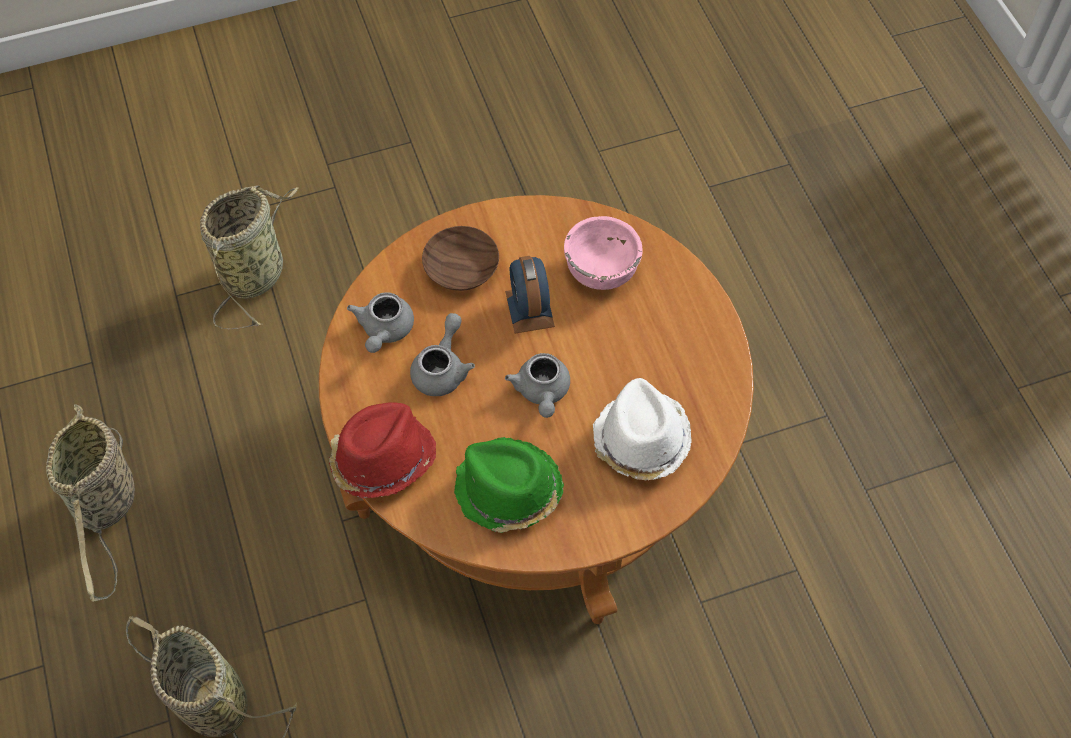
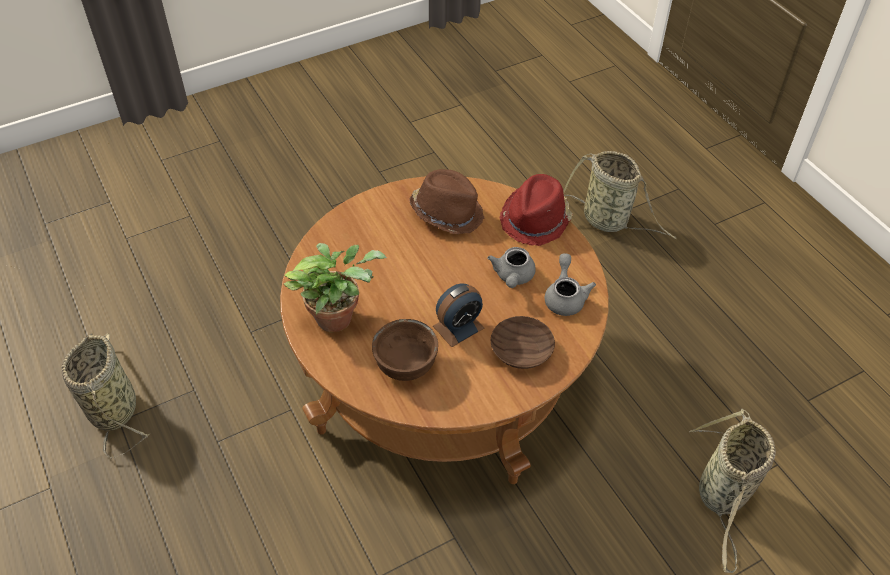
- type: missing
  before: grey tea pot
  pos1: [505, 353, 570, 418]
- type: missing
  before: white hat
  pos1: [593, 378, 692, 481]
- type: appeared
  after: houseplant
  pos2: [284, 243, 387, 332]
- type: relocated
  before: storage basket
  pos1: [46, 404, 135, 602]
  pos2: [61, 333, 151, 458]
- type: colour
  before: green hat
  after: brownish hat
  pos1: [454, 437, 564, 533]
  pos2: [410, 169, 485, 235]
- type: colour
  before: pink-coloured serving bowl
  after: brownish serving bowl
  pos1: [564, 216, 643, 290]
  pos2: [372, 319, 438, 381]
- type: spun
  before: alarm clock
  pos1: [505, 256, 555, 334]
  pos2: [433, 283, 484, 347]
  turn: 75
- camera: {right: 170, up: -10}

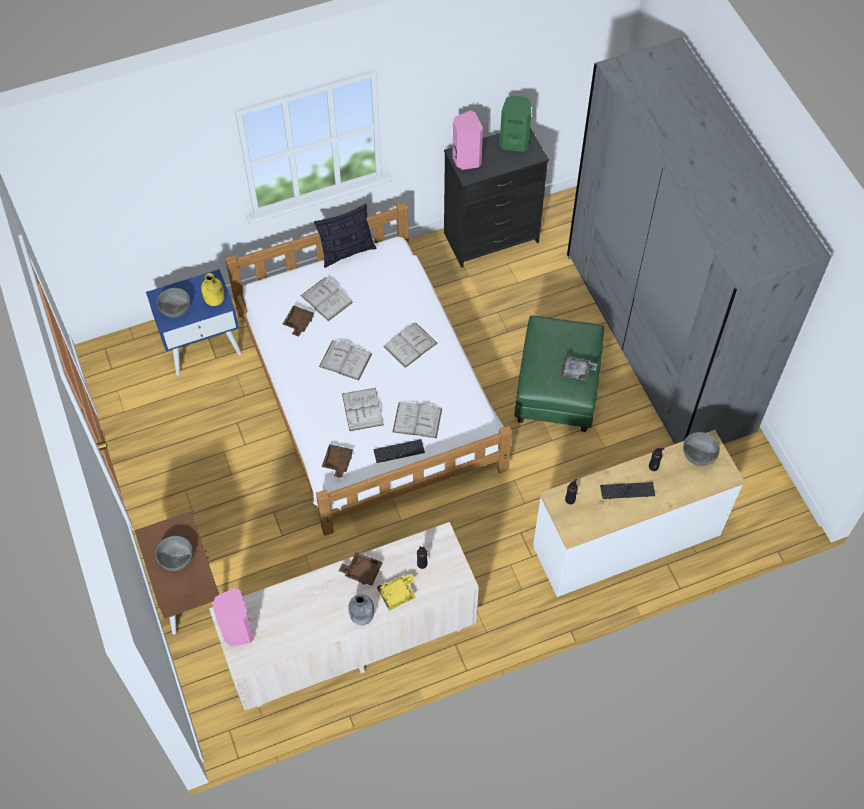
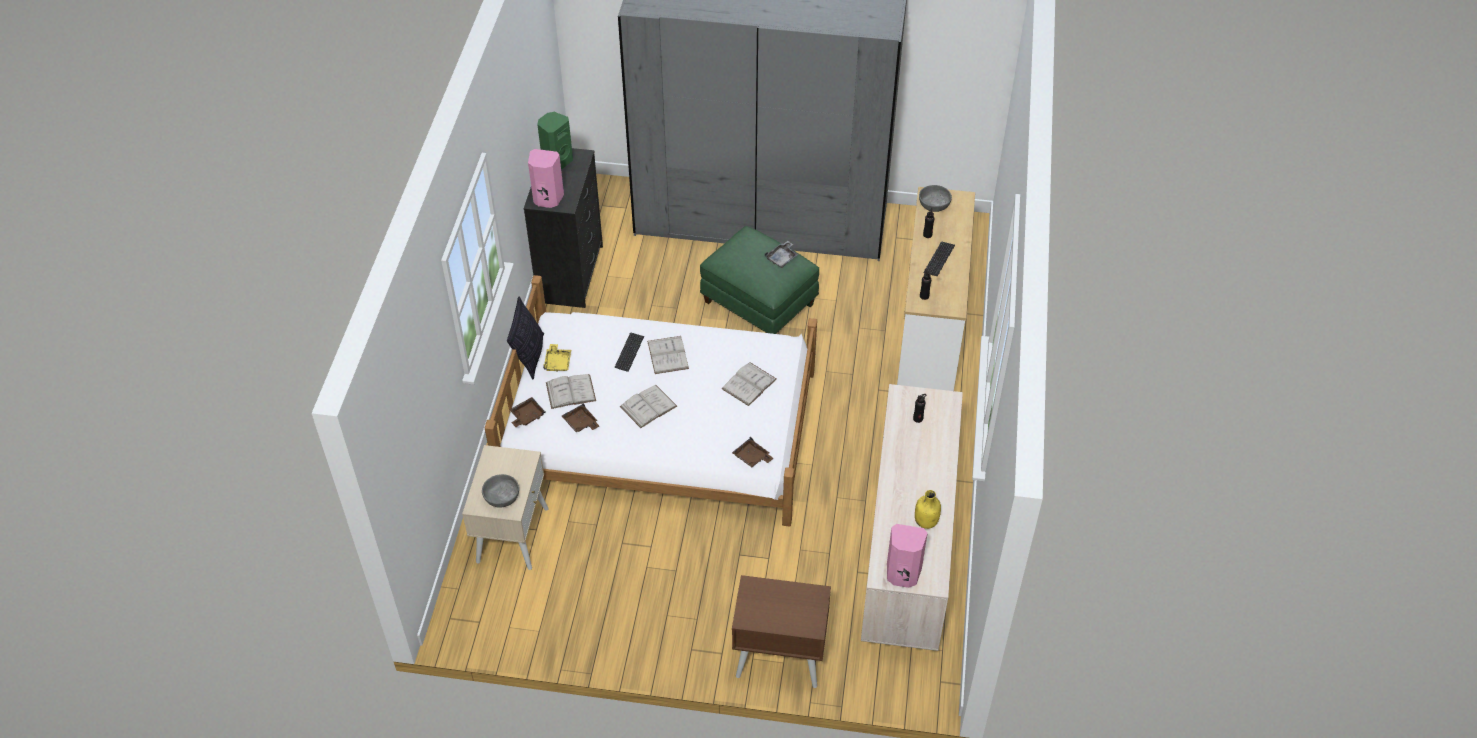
- type: missing
  before: grey serving bowl
  pos1: [156, 536, 193, 571]
- type: missing
  before: white volume
  pos1: [342, 388, 384, 431]
- type: missing
  before: grey bottle
  pos1: [348, 593, 374, 625]
- type: relocated
  before: yellowish bottle
  pos1: [201, 273, 224, 306]
  pos2: [915, 490, 941, 529]
- type: relocated
  before: brownish carrying tray
  pos1: [339, 552, 383, 586]
  pos2: [509, 397, 546, 427]
- type: relocated
  before: keyboard
  pos1: [373, 439, 425, 463]
  pos2: [615, 332, 644, 372]
- type: relocated
  before: yellowish carrying tray
  pos1: [377, 574, 416, 611]
  pos2: [543, 344, 571, 372]
- type: colour
  before: blue-coloured bedside table
  after: beige-coloured bedside table
  pos1: [146, 269, 242, 376]
  pos2: [462, 445, 549, 570]
- camera: {right: -60, up: -10}

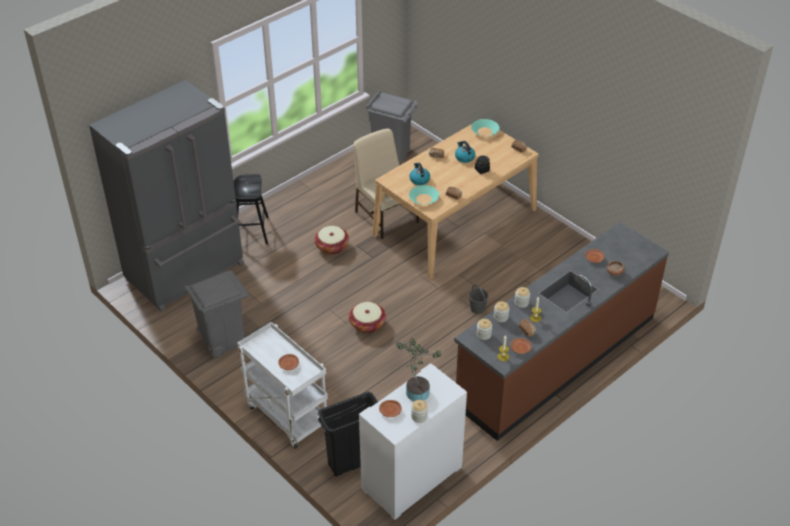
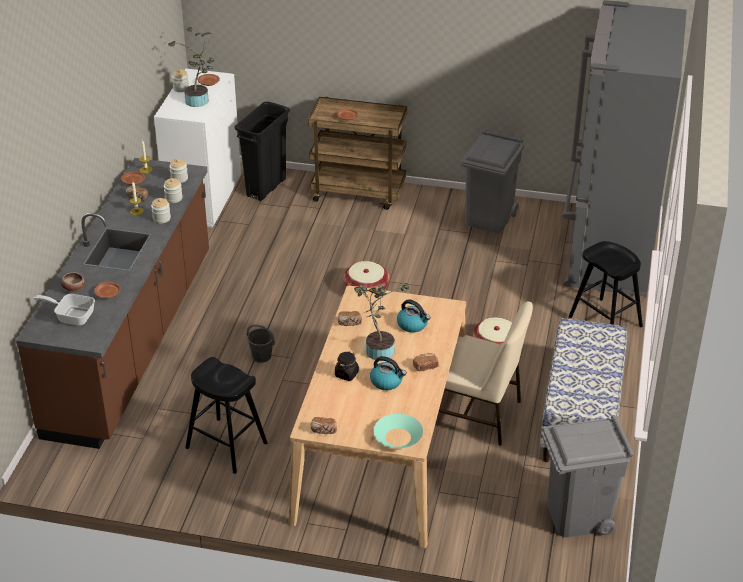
- type: missing
  before: blue-green serving bowl
  pos1: [409, 185, 439, 205]
- type: appeared
  after: pan
  pos2: [34, 294, 95, 326]
- type: appeared
  after: blackish stool seat
  pos2: [185, 357, 268, 474]
- type: appeared
  after: houseplant
  pos2: [354, 283, 409, 360]
- type: appeared
  after: long seat
  pos2: [540, 318, 627, 462]
- type: colour
  before: white trolley
  after: brownish trolley
  pos1: [237, 322, 328, 449]
  pos2: [308, 97, 407, 210]
- camera: {right: 145, up: -5}

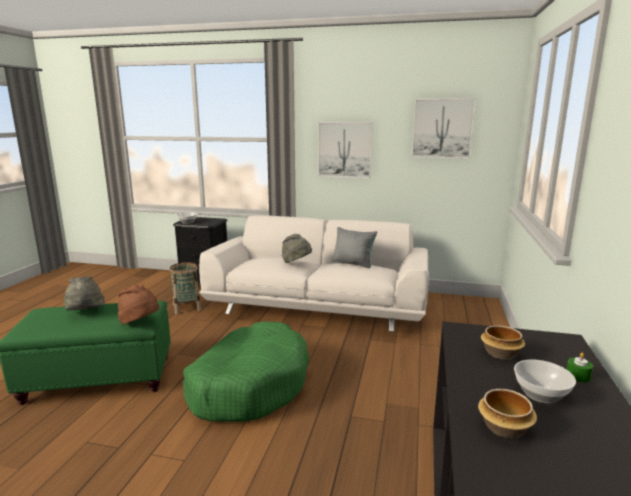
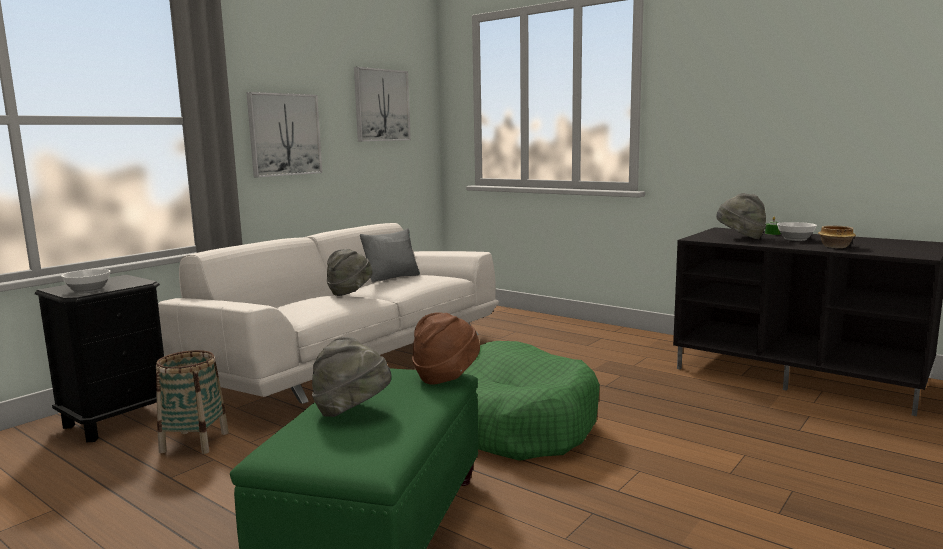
- type: exchanged
  before: serving bowl
  after: grey hat
  pos1: [481, 325, 525, 360]
  pos2: [716, 193, 766, 239]
- camera: {right: -65, up: -5}

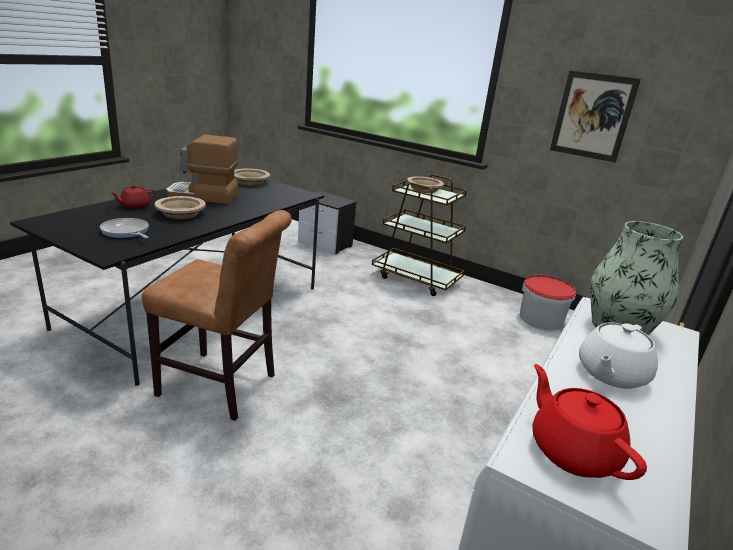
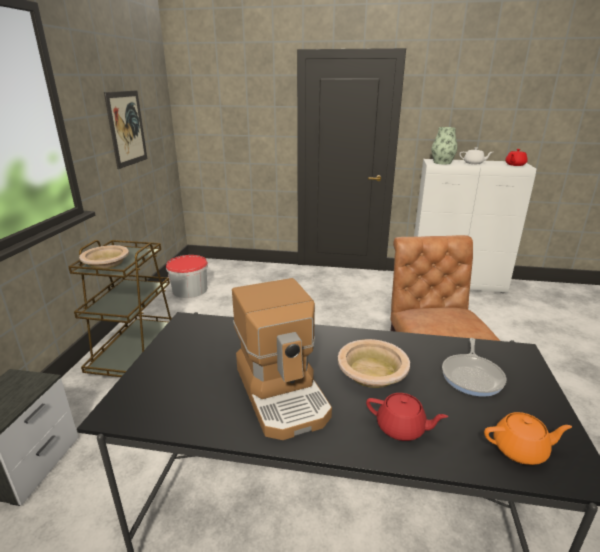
- type: missing
  before: beige-coloured serving bowl
  pos1: [235, 169, 270, 186]
- type: appeared
  after: orange tea pot
  pos2: [484, 412, 572, 465]
- camera: {right: -110, up: 0}

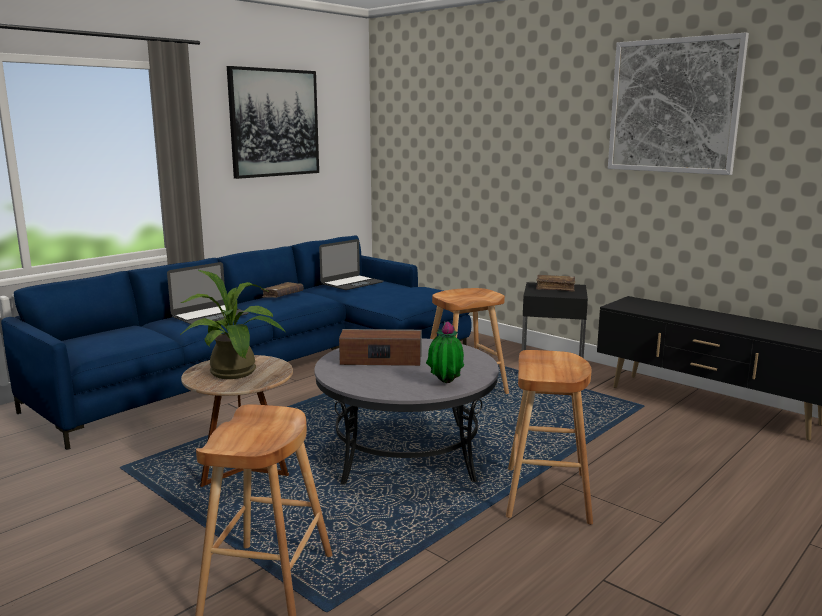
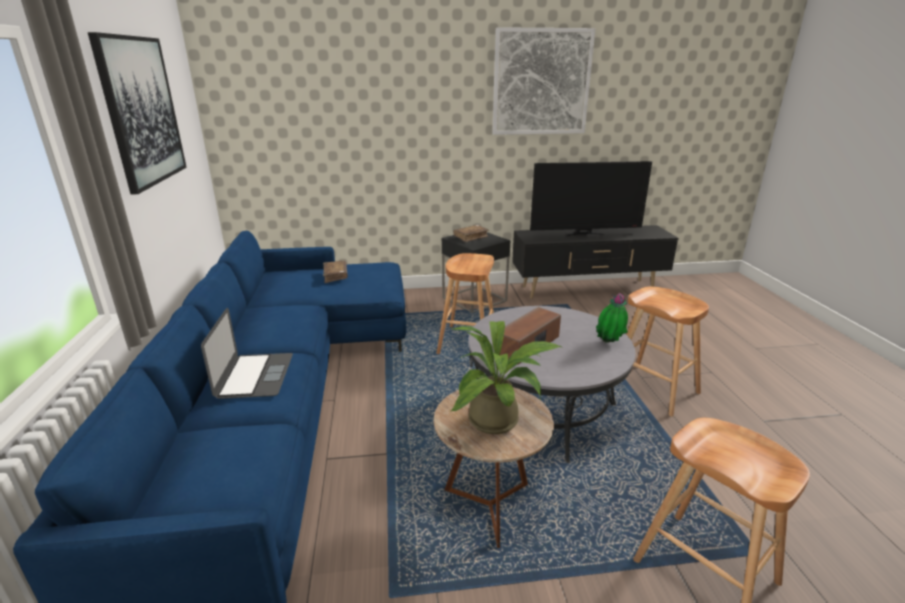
- type: missing
  before: notebook computer
  pos1: [319, 239, 384, 290]
- type: appeared
  after: TV set
  pos2: [530, 161, 652, 236]
- type: relocated
  before: brownish volume
  pos1: [260, 282, 304, 298]
  pos2: [323, 260, 348, 283]
- camera: {right: -50, up: 10}

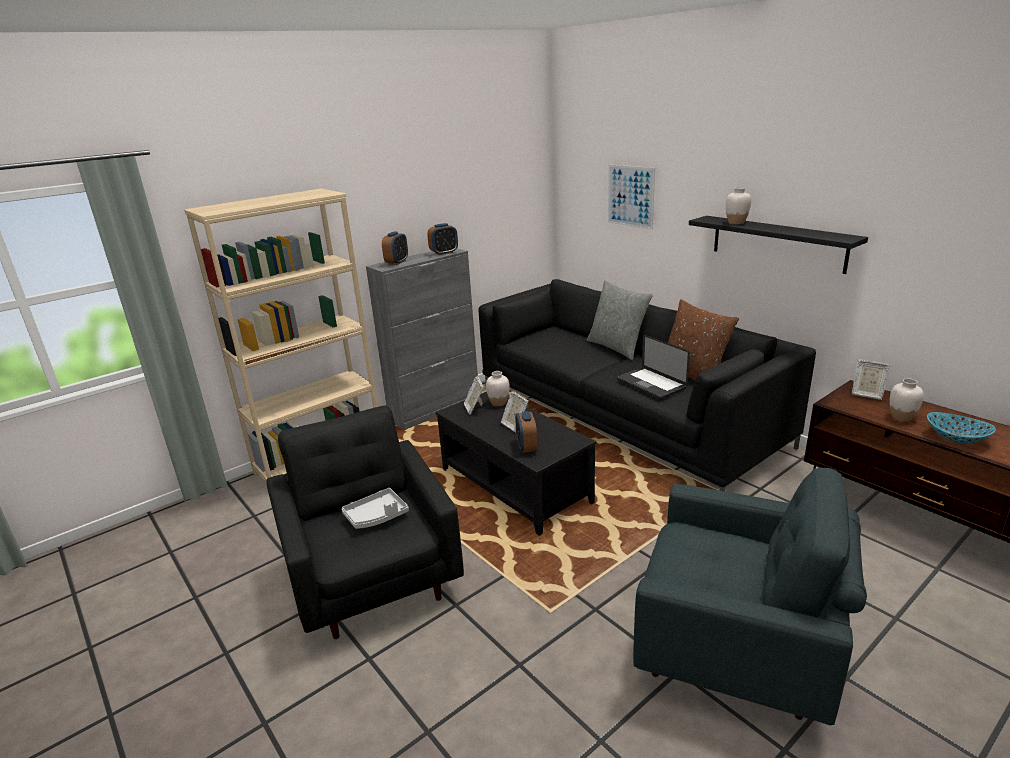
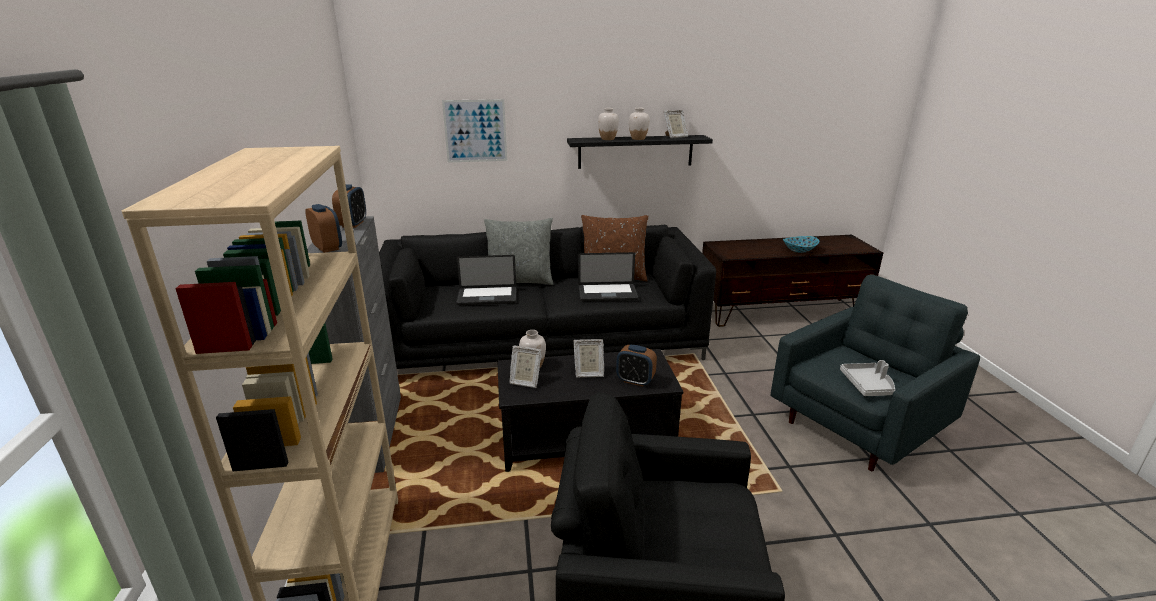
- type: appeared
  after: notebook computer
  pos2: [456, 255, 516, 305]
- type: relocated
  before: grey carrying tray
  pos1: [342, 488, 409, 529]
  pos2: [840, 360, 895, 396]
- type: relocated
  before: standing frame
  pos1: [852, 359, 890, 400]
  pos2: [664, 110, 688, 138]
- type: relocated
  before: white decorative vase
  pos1: [890, 378, 924, 422]
  pos2: [629, 108, 650, 140]
- camera: {right: -60, up: 0}

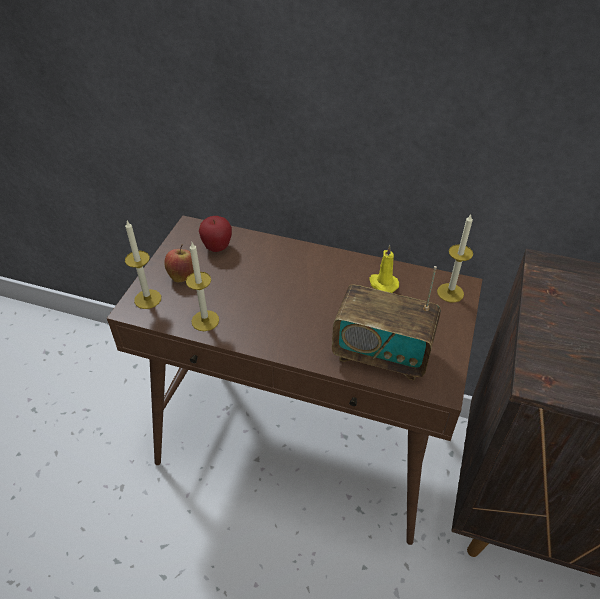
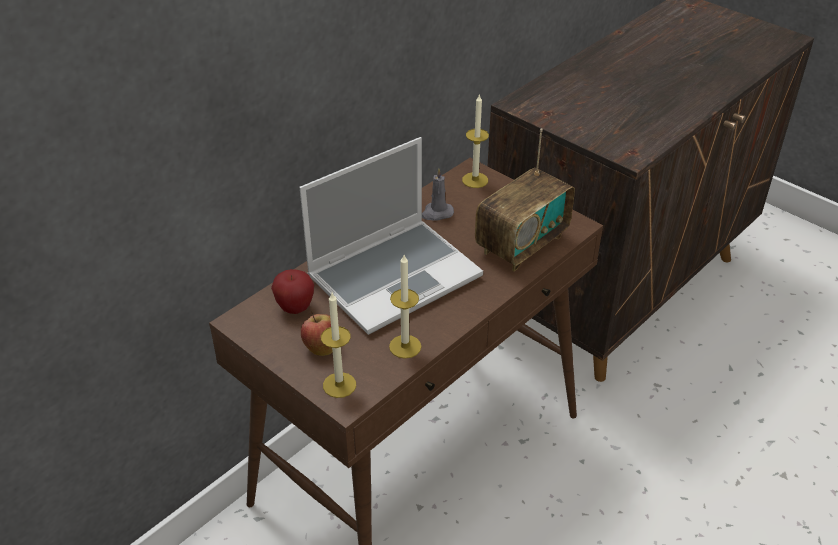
- type: appeared
  after: notebook computer
  pos2: [300, 137, 483, 335]
- type: colour
  before: yellowish wax light
  after: grey wax light
  pos1: [369, 245, 399, 293]
  pos2: [422, 168, 454, 221]
- camera: {right: -65, up: -5}

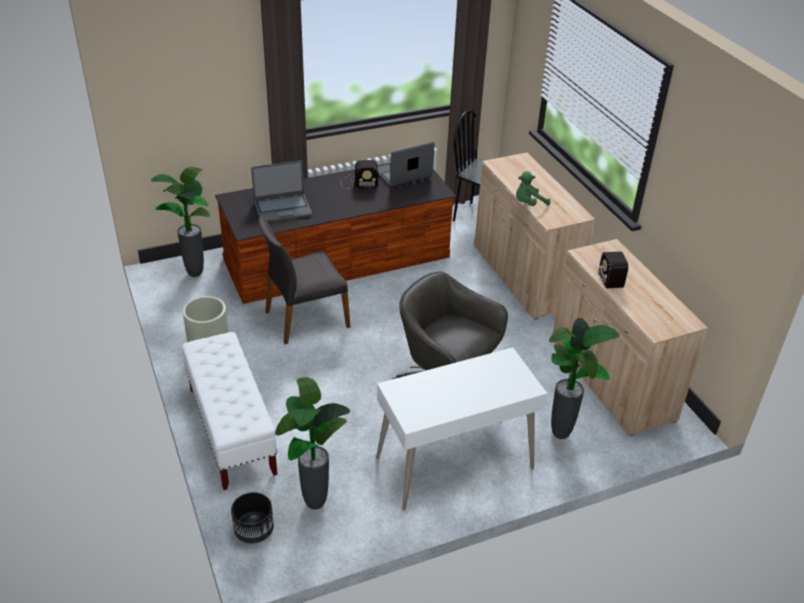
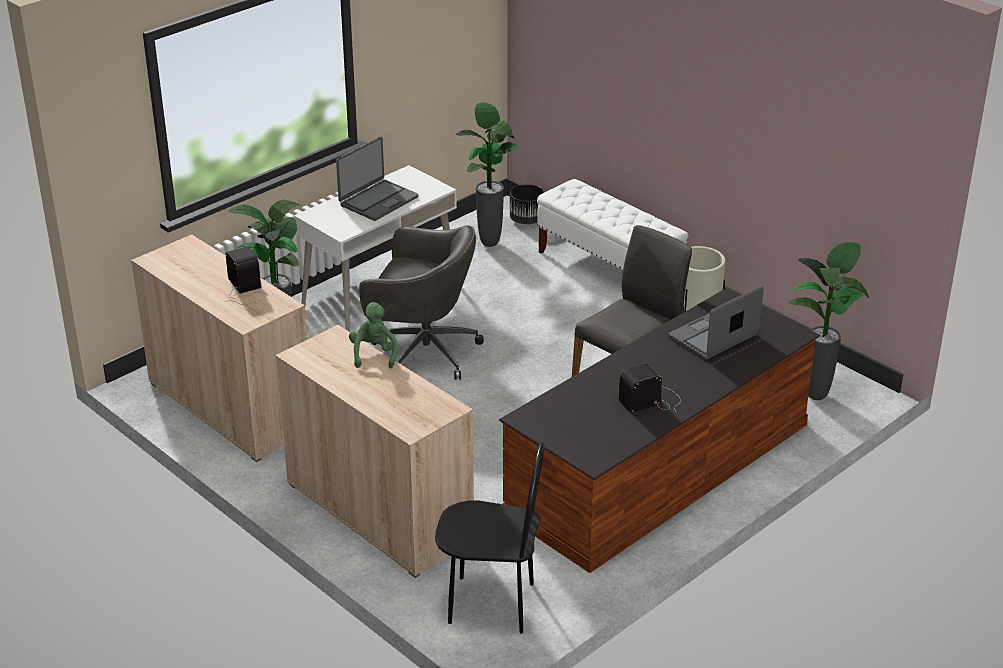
- type: relocated
  before: notebook computer
  pos1: [378, 142, 435, 187]
  pos2: [336, 136, 419, 221]
- type: spun
  before: green plush toy
  pos1: [516, 171, 550, 206]
  pos2: [349, 302, 398, 368]
  turn: -45
- camera: {right: 160, up: -5}

